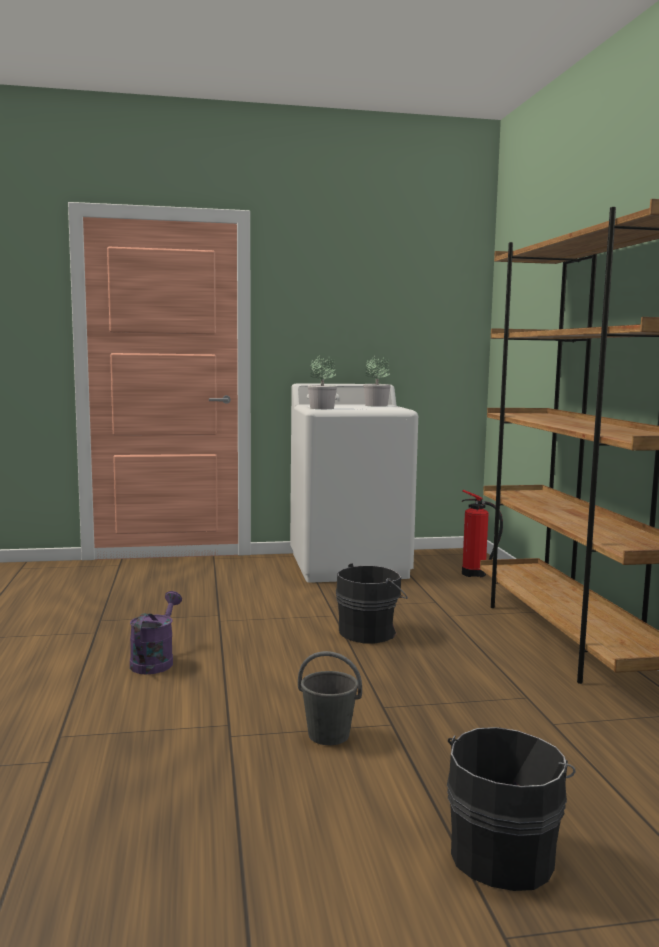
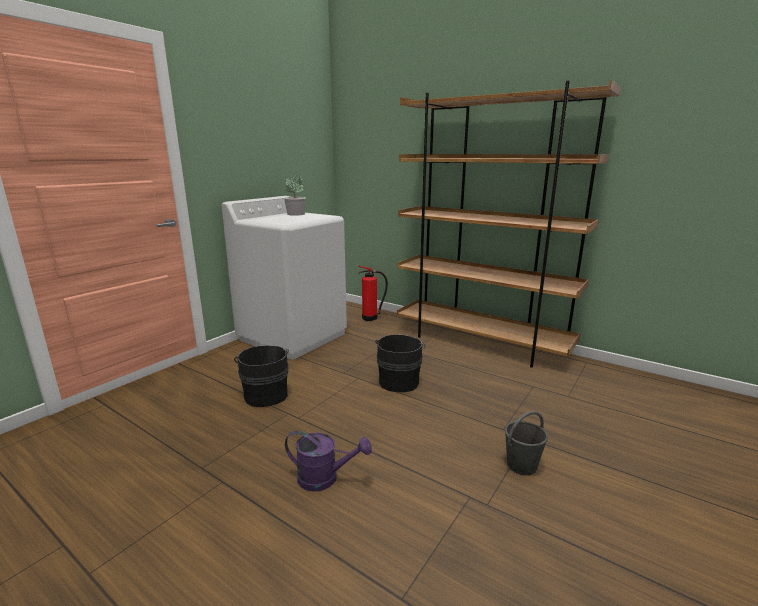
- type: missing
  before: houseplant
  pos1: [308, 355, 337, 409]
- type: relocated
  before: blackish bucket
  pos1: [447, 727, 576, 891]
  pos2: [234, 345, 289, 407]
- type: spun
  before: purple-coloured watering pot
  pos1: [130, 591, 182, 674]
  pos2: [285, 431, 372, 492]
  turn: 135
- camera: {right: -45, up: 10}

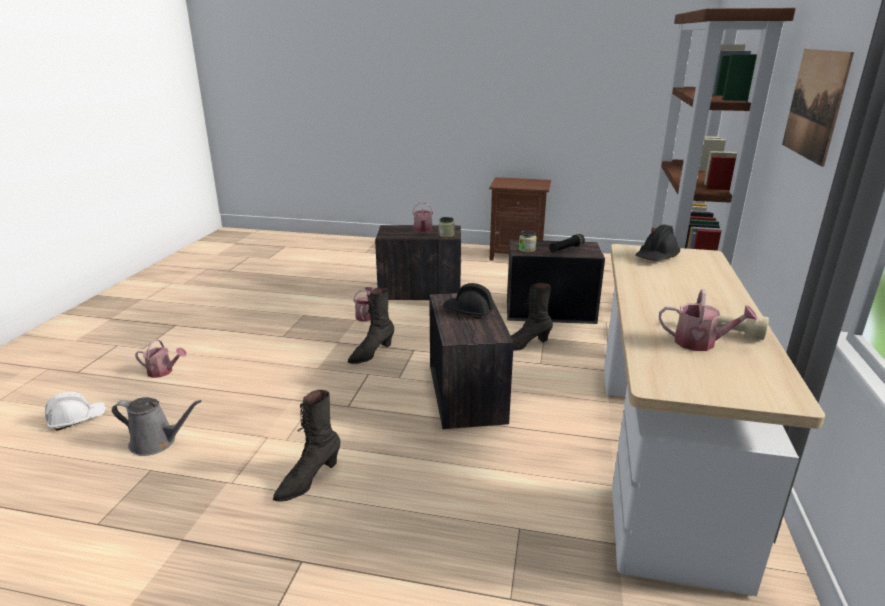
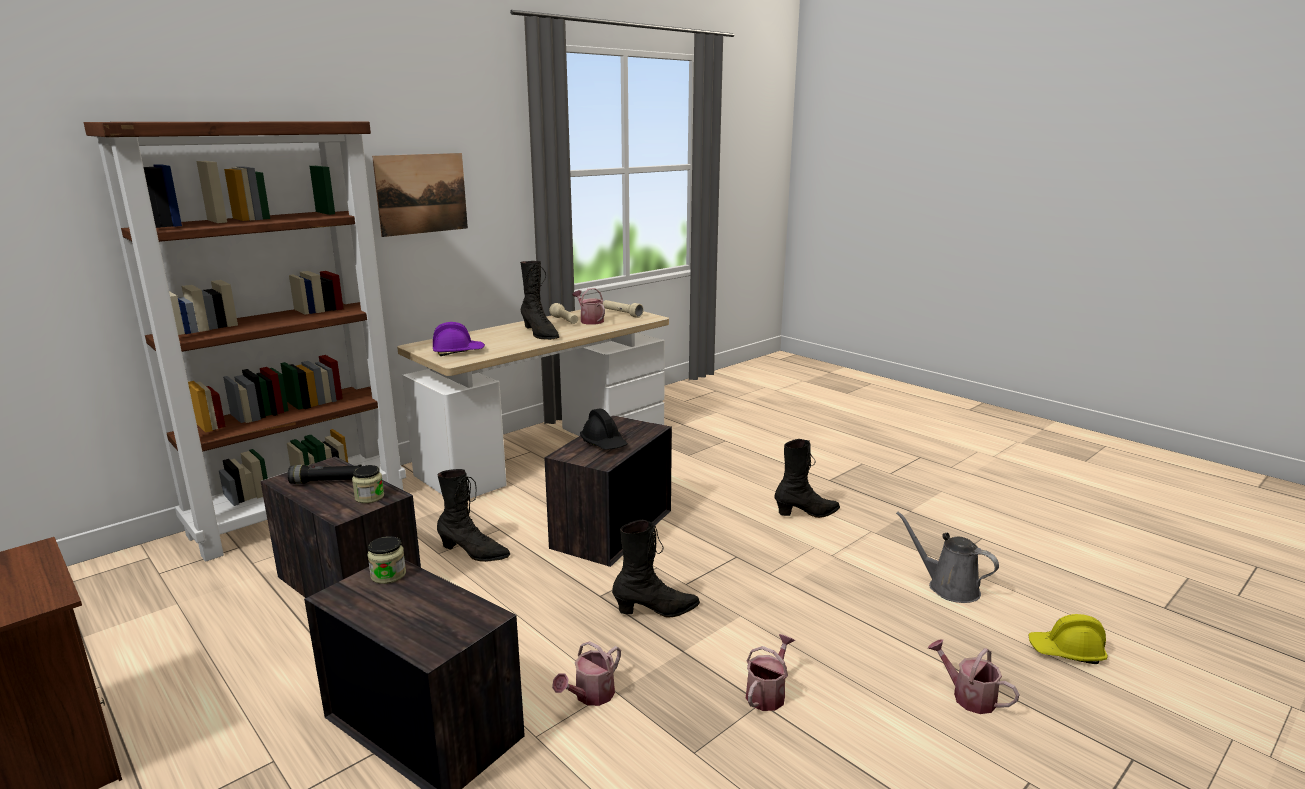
- type: appeared
  after: blackish high-top boot
  pos2: [520, 261, 559, 340]
- type: appeared
  after: beige-coloured hand torch
  pos2: [603, 300, 643, 318]
- type: relocated
  before: watering pot
  pos1: [412, 202, 433, 232]
  pos2: [746, 634, 795, 711]
- type: colour
  before: white safety helmet
  after: yellowish safety helmet
  pos1: [45, 392, 106, 431]
  pos2: [1028, 614, 1108, 664]
- type: colour
  before: blackish safety helmet
  after: purple-coloured safety helmet
  pos1: [635, 225, 680, 261]
  pos2: [433, 322, 485, 356]
- camera: {right: -145, up: -5}

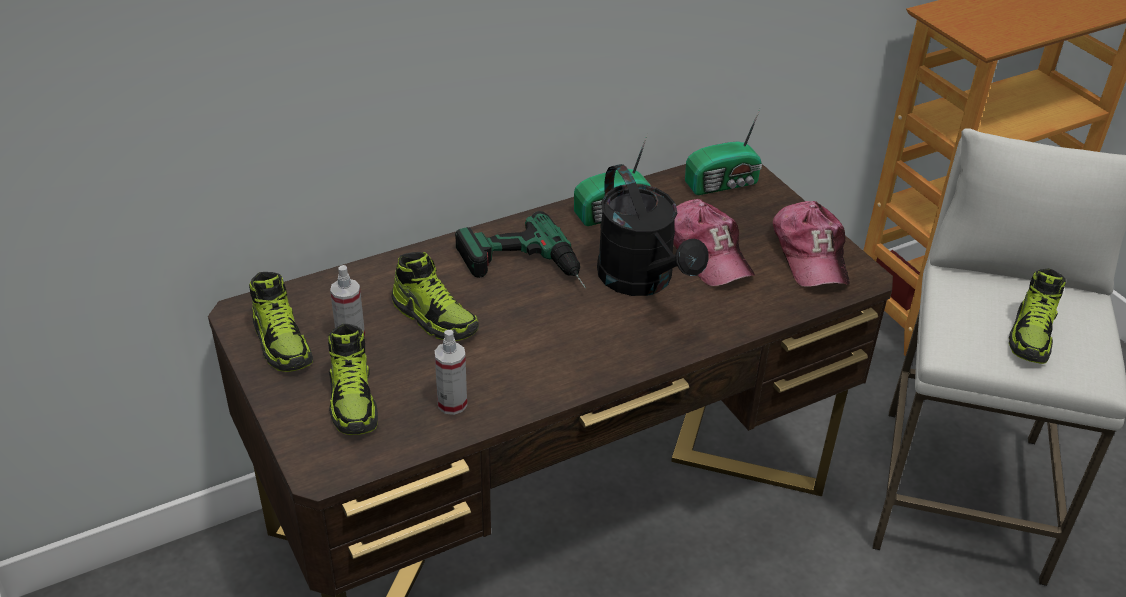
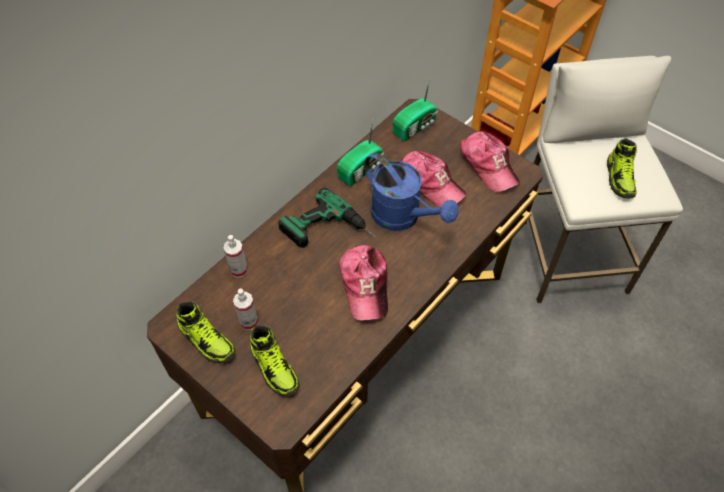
- type: missing
  before: low shoe
  pos1: [391, 252, 479, 341]
- type: appeared
  after: peaked cap
  pos2: [339, 245, 388, 320]
- type: relocated
  before: spray bottle
  pos1: [435, 330, 467, 415]
  pos2: [224, 235, 248, 278]
- type: colour
  before: blackish watering pot
  after: blue-coloured watering pot
  pos1: [597, 164, 709, 296]
  pos2: [364, 153, 458, 231]
- camera: {right: -20, up: 15}

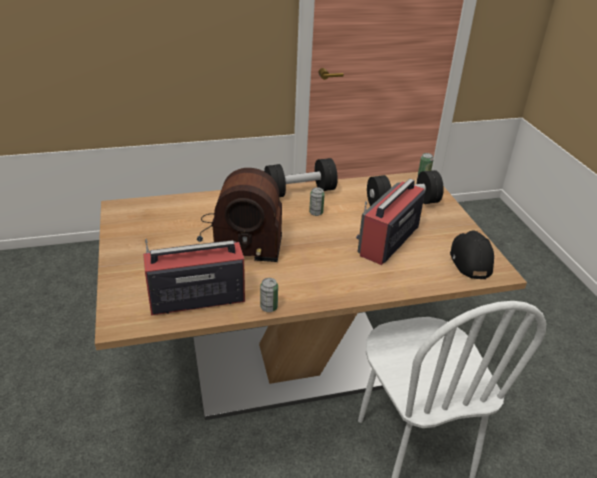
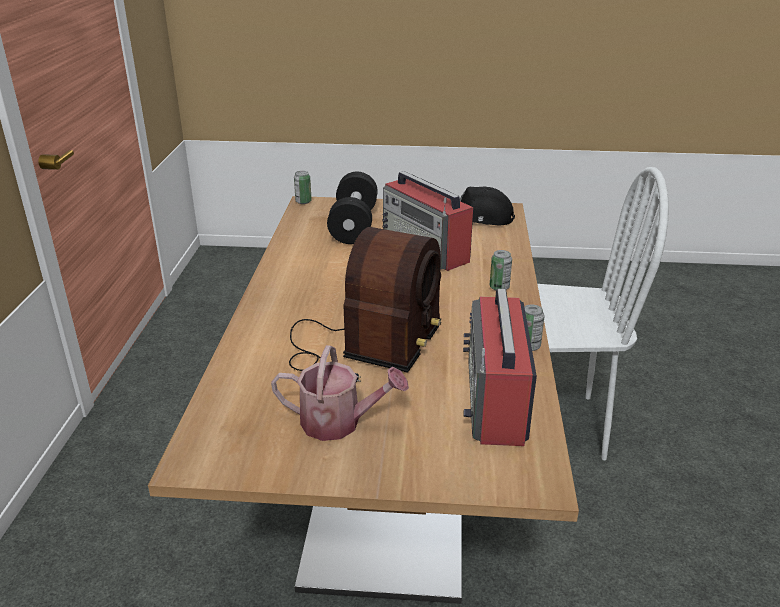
- type: missing
  before: blackish free weight
  pos1: [264, 158, 338, 197]
- type: appeared
  after: watering pot
  pos2: [271, 345, 409, 441]
- type: relocated
  before: can
  pos1: [309, 187, 325, 216]
  pos2: [490, 250, 512, 291]
- camera: {right: -70, up: -5}

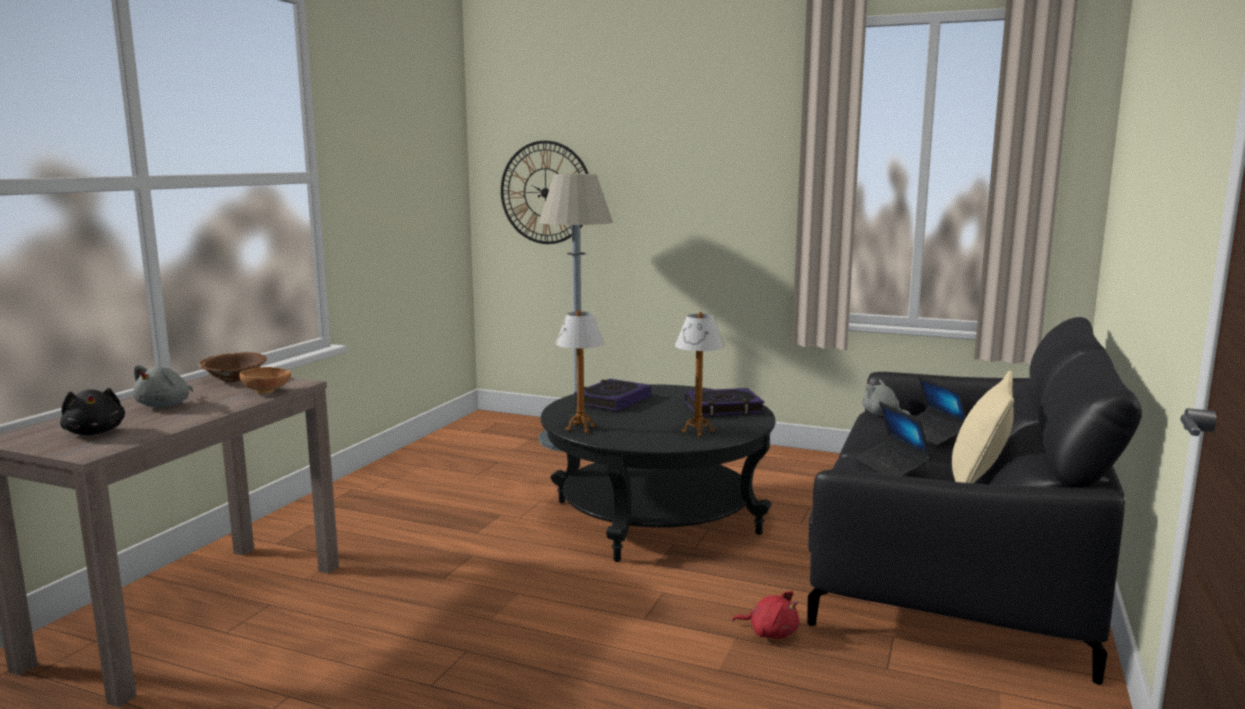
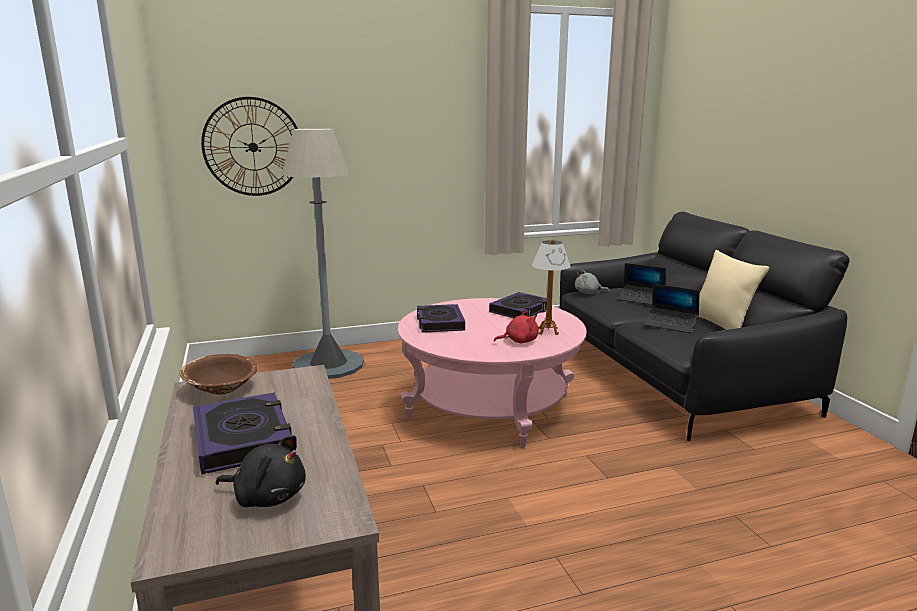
- type: missing
  before: brownish serving bowl
  pos1: [239, 367, 291, 393]
- type: missing
  before: table lamp
  pos1: [556, 310, 604, 433]
- type: relocated
  before: red-coloured plush toy
  pos1: [732, 591, 799, 639]
  pos2: [494, 311, 539, 343]
- type: exchanged
  before: grey plush toy
  after: volume
  pos1: [133, 365, 193, 407]
  pos2: [193, 393, 292, 475]
- type: colour
  before: blackish coffee table
  after: pink-coloured coffee table
  pos1: [541, 384, 776, 562]
  pos2: [398, 298, 587, 447]
- camera: {right: -40, up: 5}

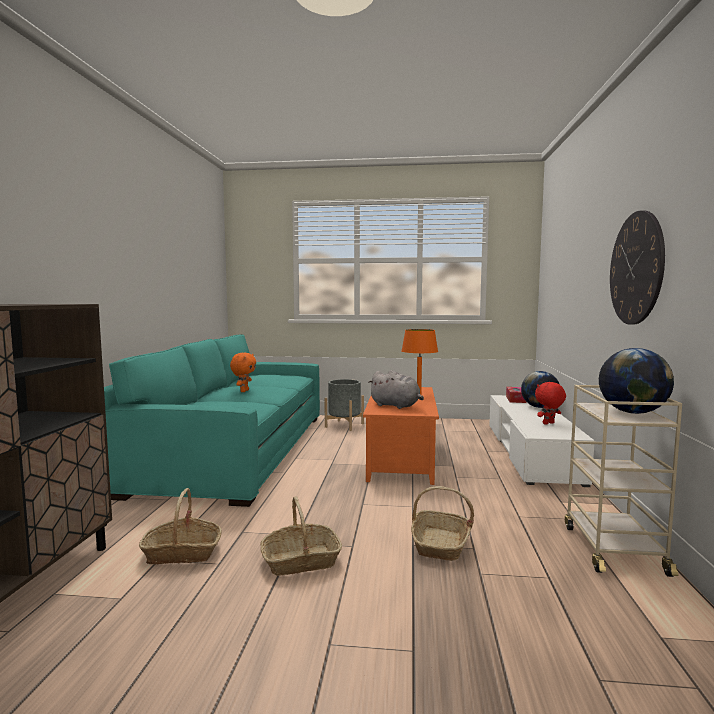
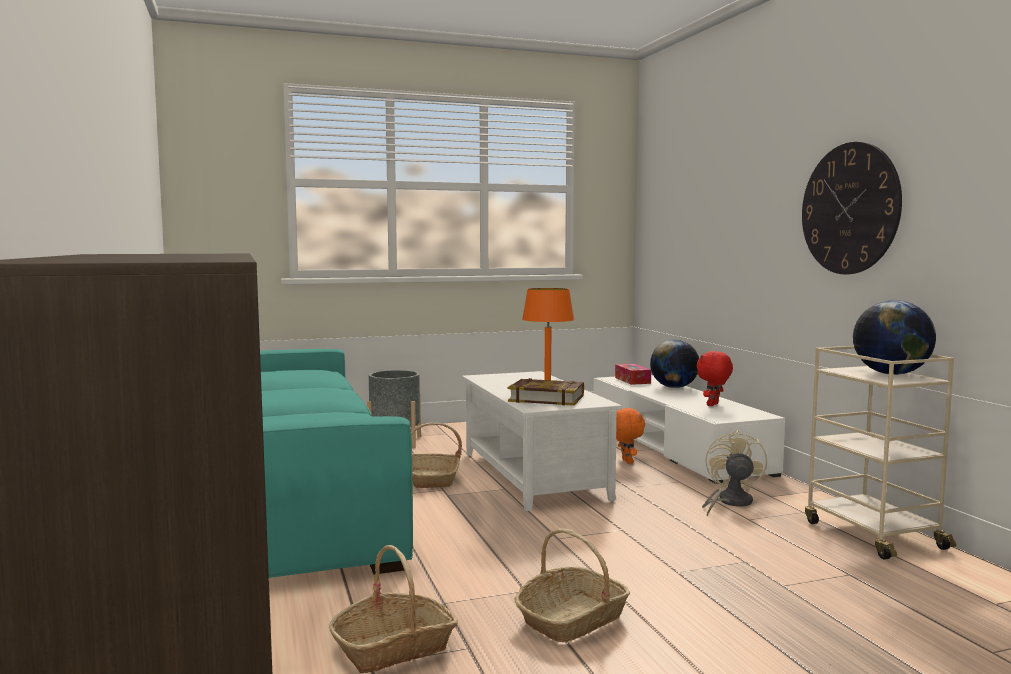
- type: appeared
  after: beige-coloured cooling fan
  pos2: [702, 430, 767, 517]
- type: relocated
  before: orange plush toy
  pos1: [230, 353, 256, 392]
  pos2: [616, 408, 645, 464]
- type: relocated
  before: storage basket
  pos1: [411, 486, 474, 561]
  pos2: [411, 422, 462, 488]
- type: exchanged
  before: grey plush toy
  after: volume
  pos1: [368, 370, 424, 409]
  pos2: [507, 378, 584, 406]
- type: colour
  before: orange coffee table
  after: white coffee table
  pos1: [363, 387, 439, 485]
  pos2: [462, 371, 622, 511]
- camera: {right: -25, up: 0}

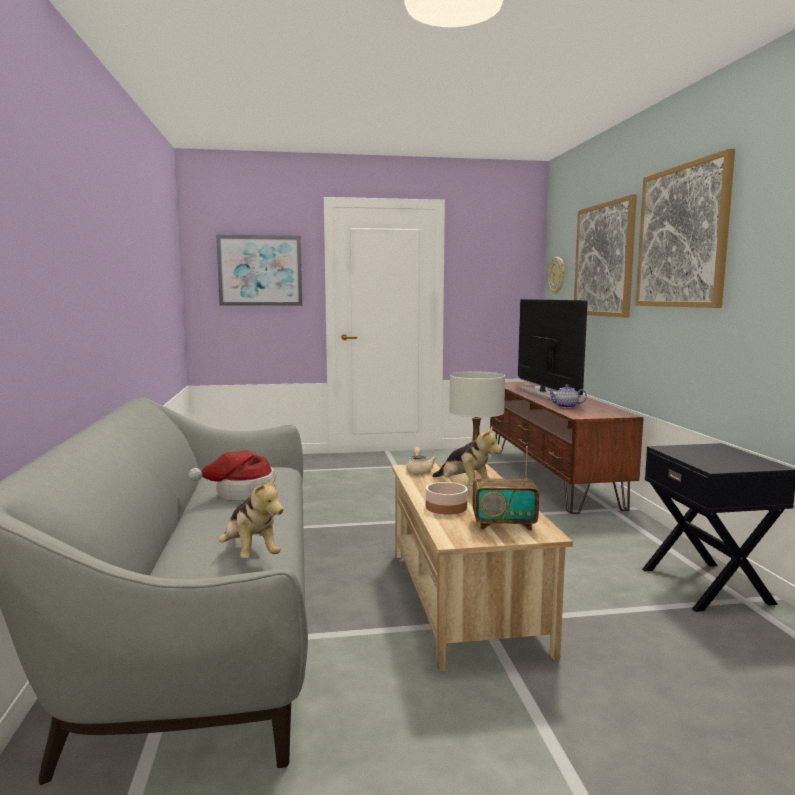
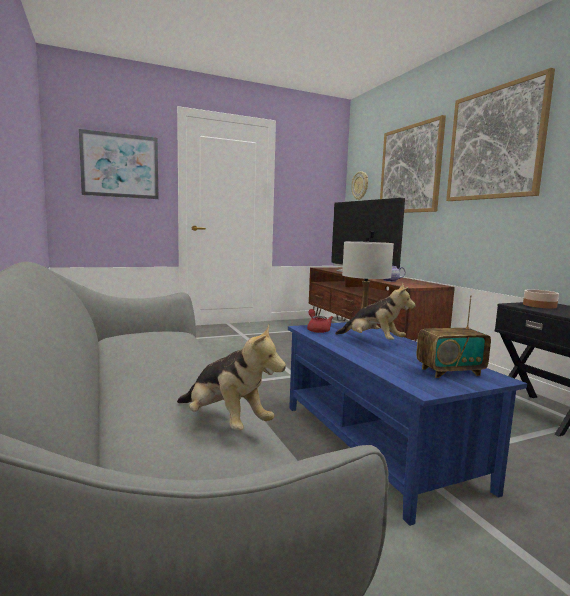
- type: missing
  before: hat
  pos1: [188, 450, 275, 501]
- type: relocated
  before: serving bowl
  pos1: [426, 482, 468, 515]
  pos2: [523, 290, 559, 309]
- type: colour
  before: beige-coloured coffee table
  after: blue-coloured coffee table
  pos1: [392, 463, 573, 671]
  pos2: [288, 322, 527, 526]
- type: colour
  before: beige-coloured tea pot
  after: red-coloured tea pot
  pos1: [406, 447, 437, 475]
  pos2: [307, 309, 333, 333]
- camera: {right: -15, up: 0}

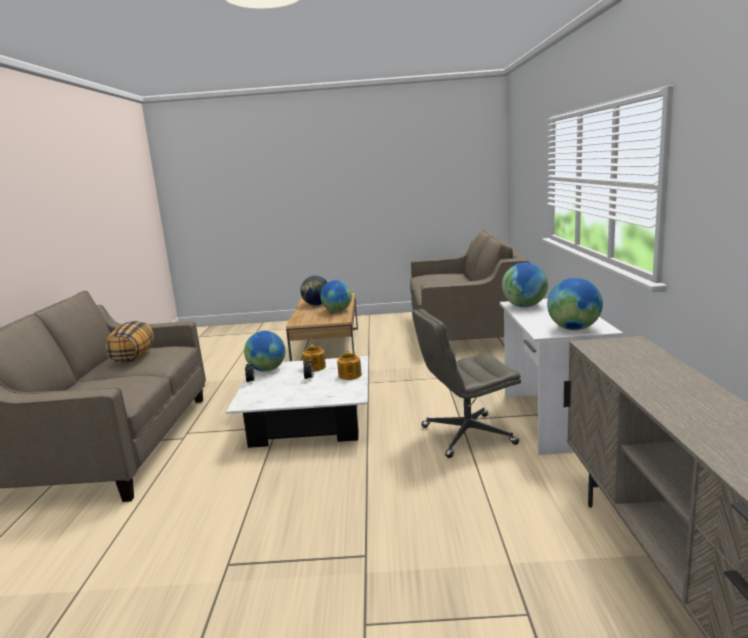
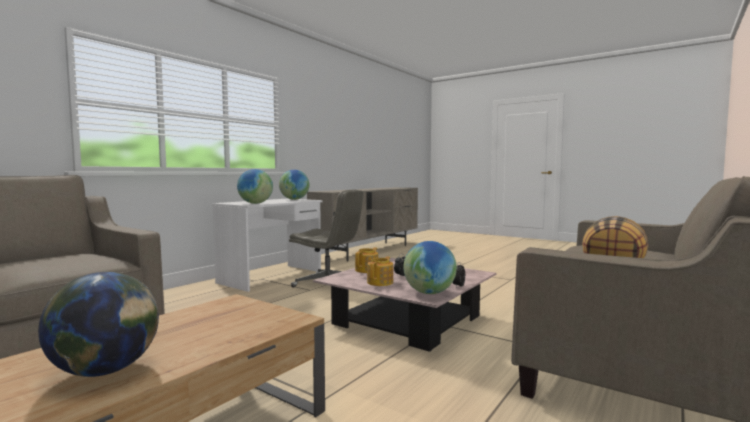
- type: missing
  before: desk globe
  pos1: [320, 280, 352, 312]
- type: colour
  before: white coffee table
  after: pink-coloured coffee table
  pos1: [226, 356, 368, 448]
  pos2: [313, 258, 496, 352]
- camera: {right: -145, up: -10}

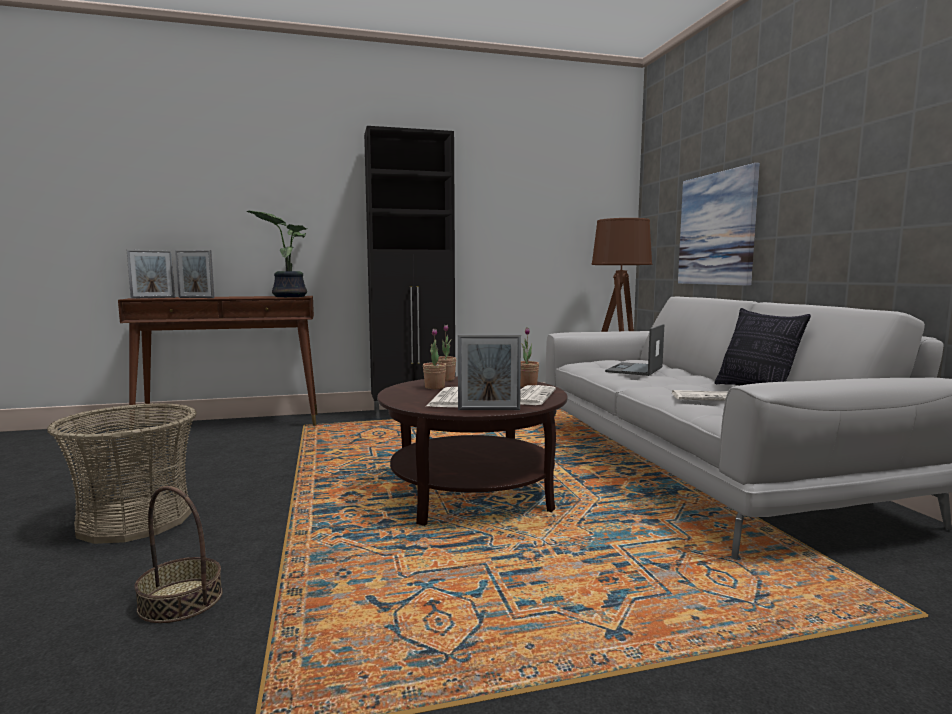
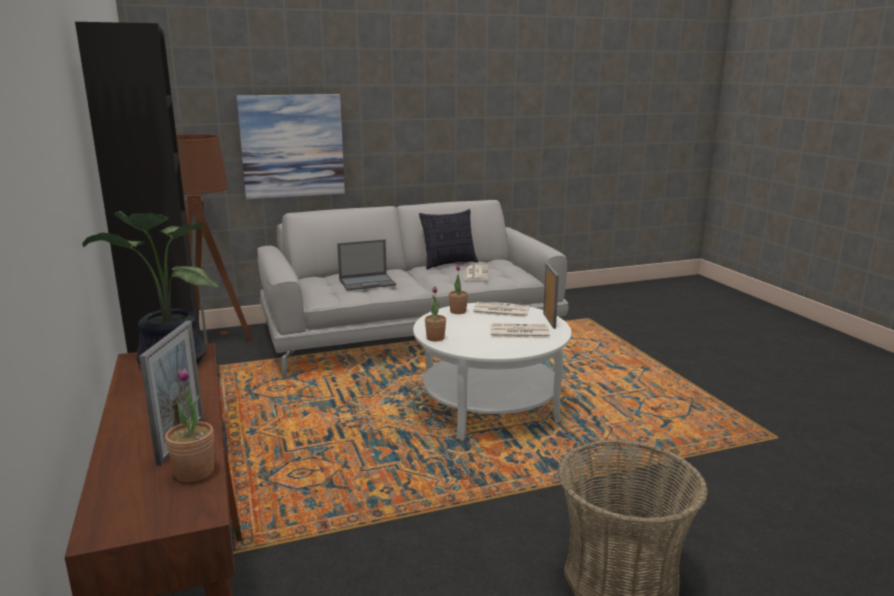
- type: missing
  before: standing frame
  pos1: [127, 250, 175, 299]
- type: missing
  before: storage basket
  pos1: [134, 486, 223, 623]
- type: relocated
  before: houseplant
  pos1: [423, 329, 446, 389]
  pos2: [165, 368, 214, 482]
- type: colour
  before: brownish coffee table
  after: white coffee table
  pos1: [377, 376, 568, 526]
  pos2: [413, 302, 571, 440]
- type: spun
  before: notebook computer
  pos1: [605, 324, 664, 376]
  pos2: [337, 239, 396, 291]
  turn: -45
- camera: {right: -95, up: 10}

